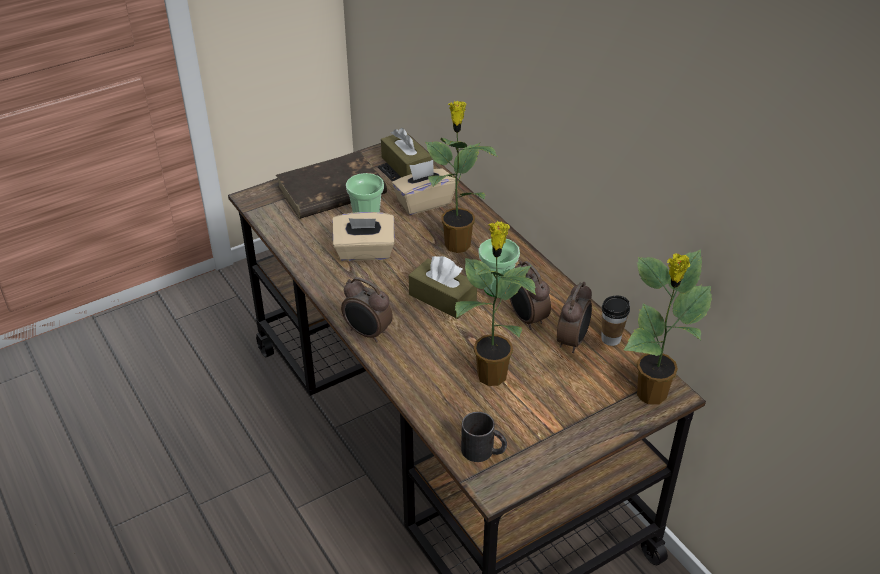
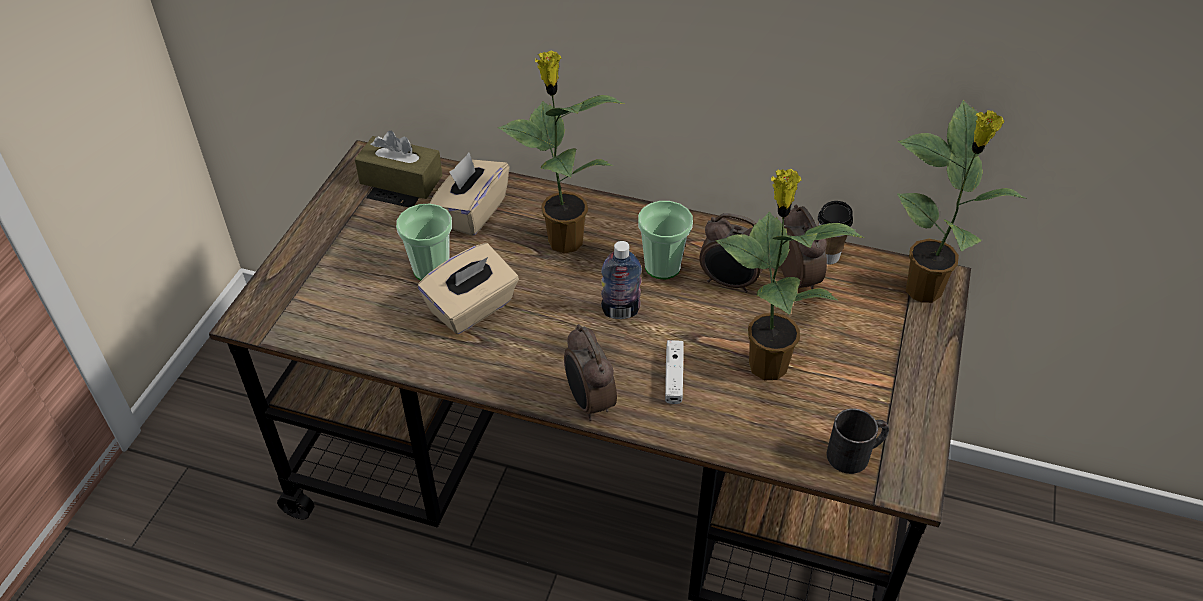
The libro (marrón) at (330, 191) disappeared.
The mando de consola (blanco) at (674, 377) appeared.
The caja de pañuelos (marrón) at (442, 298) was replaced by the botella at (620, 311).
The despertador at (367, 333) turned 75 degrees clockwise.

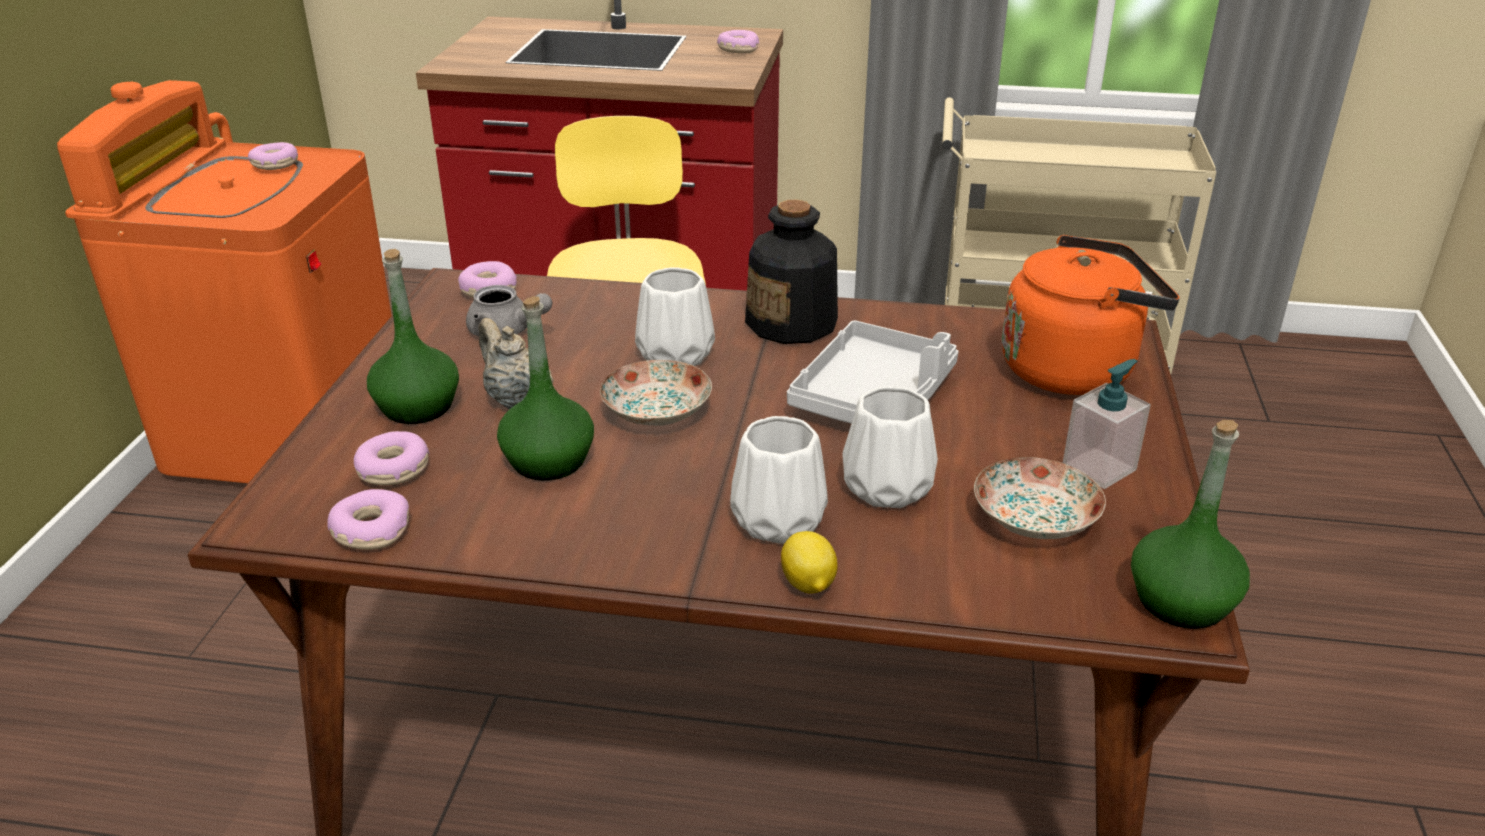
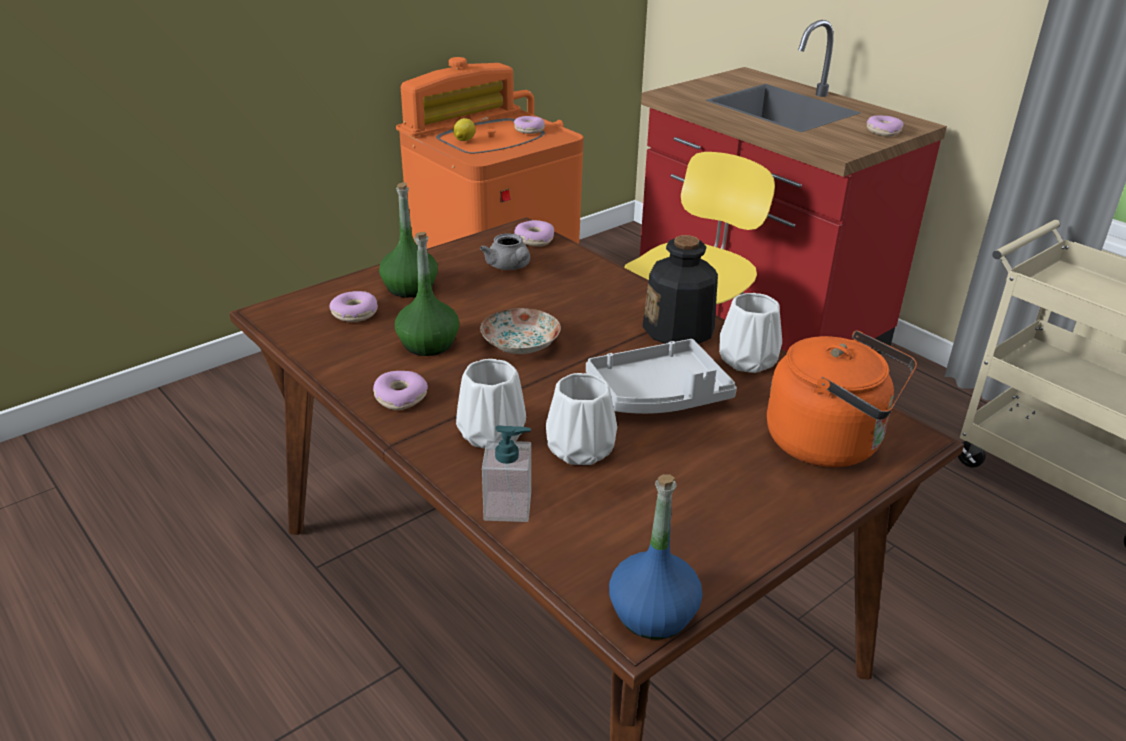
The tetera (beis) at (516, 400) disappeared.
The plato at (1035, 518) disappeared.
The rosquilla moved from (371, 530) to (400, 397).
The florero (blanco) moved from (676, 354) to (749, 360).
The limón moved from (808, 585) to (464, 140).
The dispensador de jabón moved from (1099, 467) to (508, 507).
The botella (verde) at (1181, 602) became the botella (azul) at (652, 614).

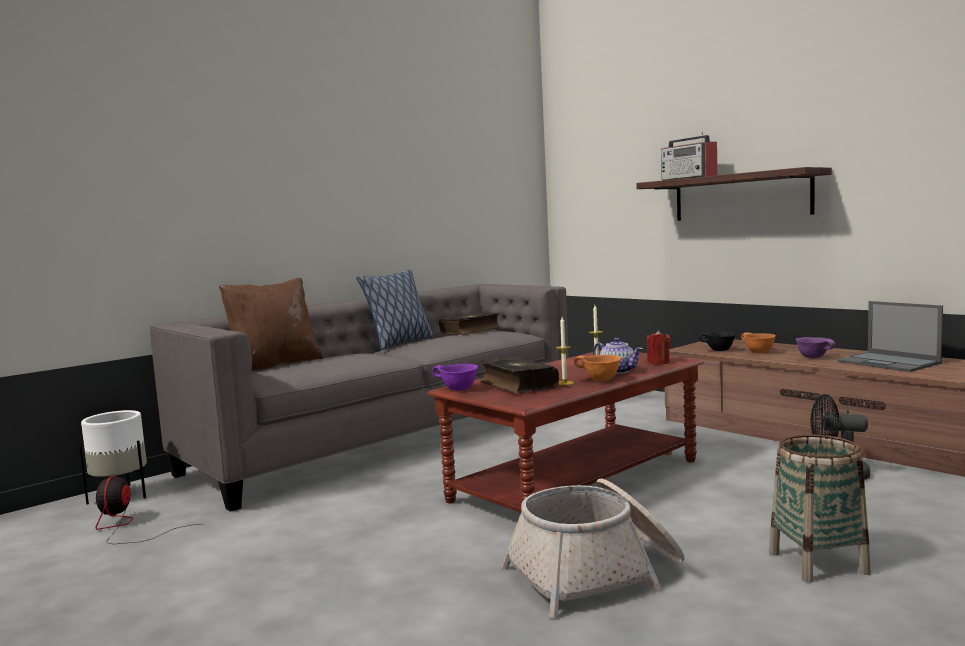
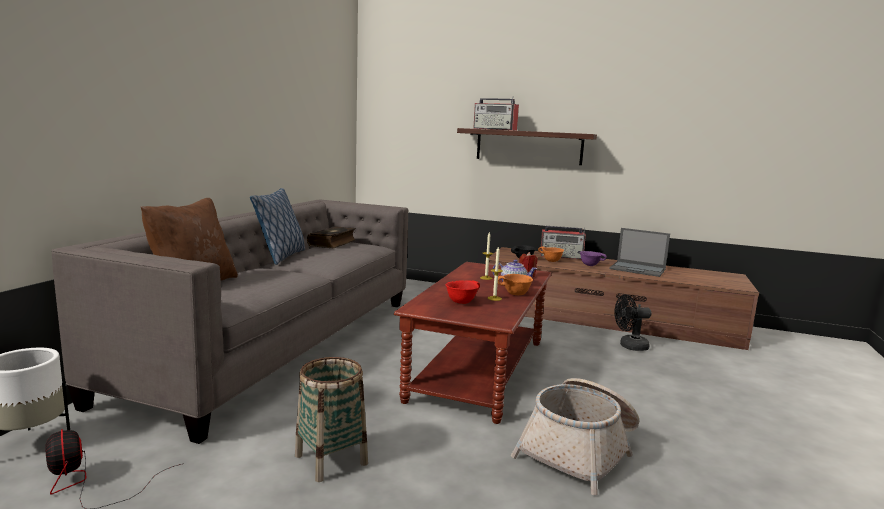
The cuenco (morado) at (457, 390) disappeared.
The radio at (562, 256) appeared.
The cesta moved from (818, 563) to (331, 459).
The libro at (517, 385) was replaced by the cuenco (rojo) at (461, 302).

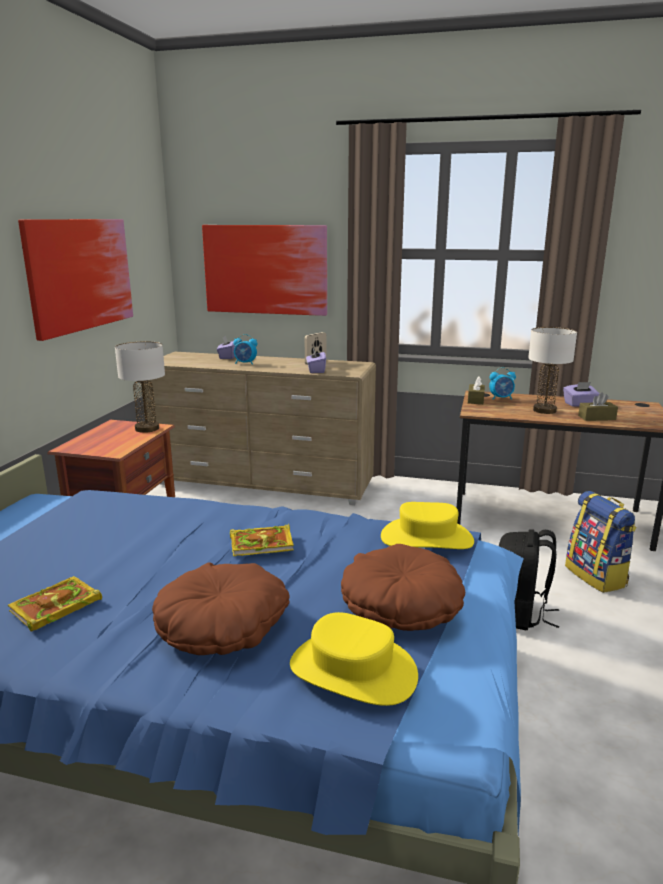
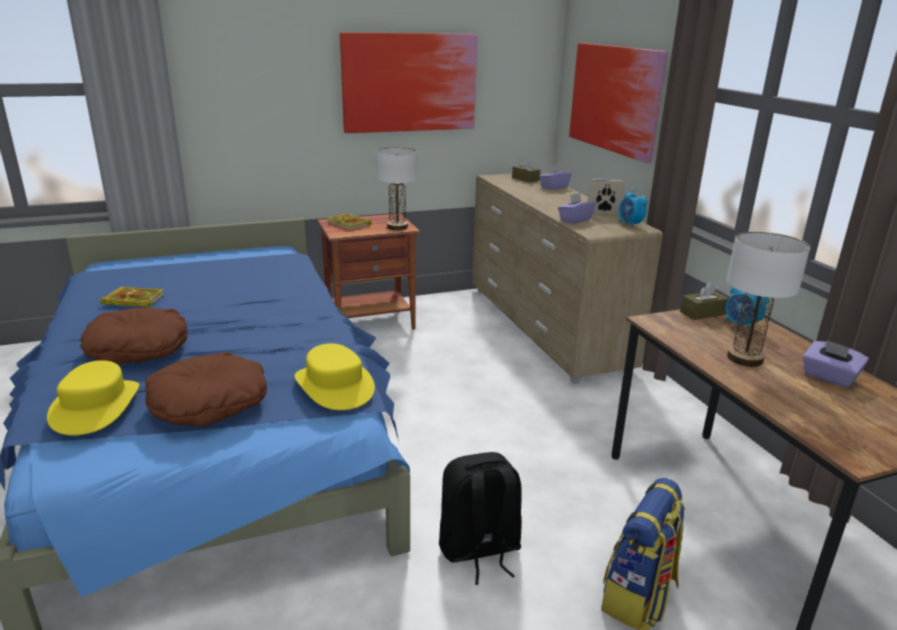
The libro moved from (263, 543) to (350, 224).
The despertador moved from (245, 363) to (630, 224).
The caja de pañuelos (marrón) moved from (596, 418) to (525, 179).

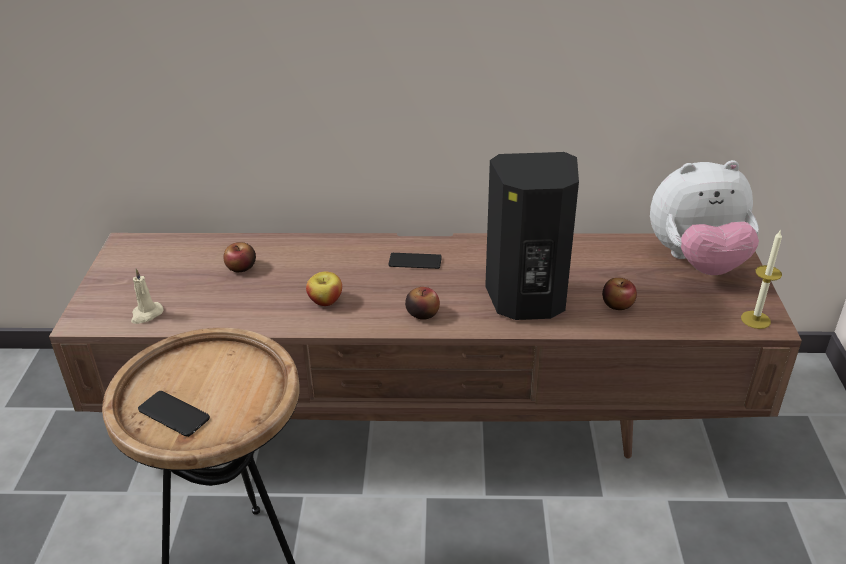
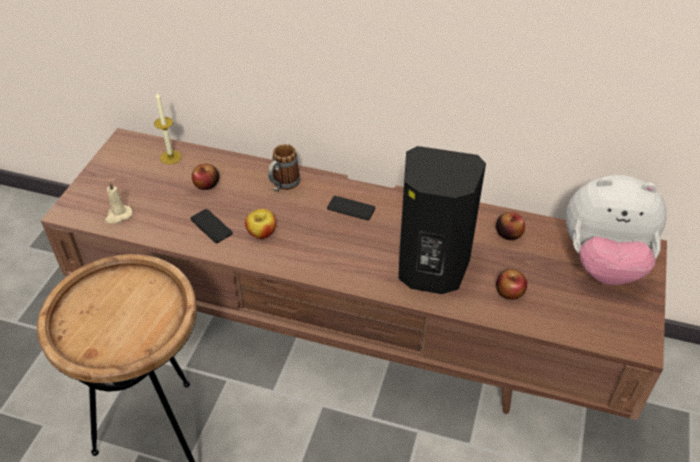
The taza grande at (283, 185) appeared.
The móvil moved from (174, 414) to (211, 226).
The manzana moved from (422, 313) to (508, 233).
The vela moved from (755, 320) to (171, 157).

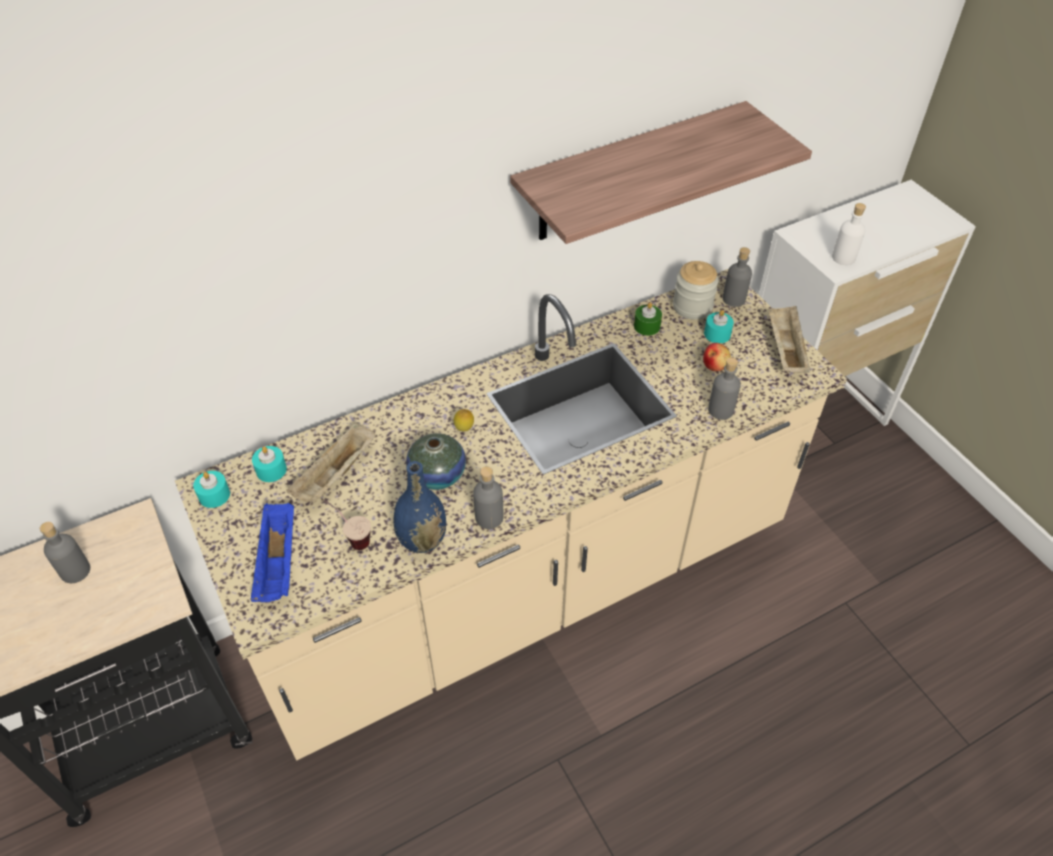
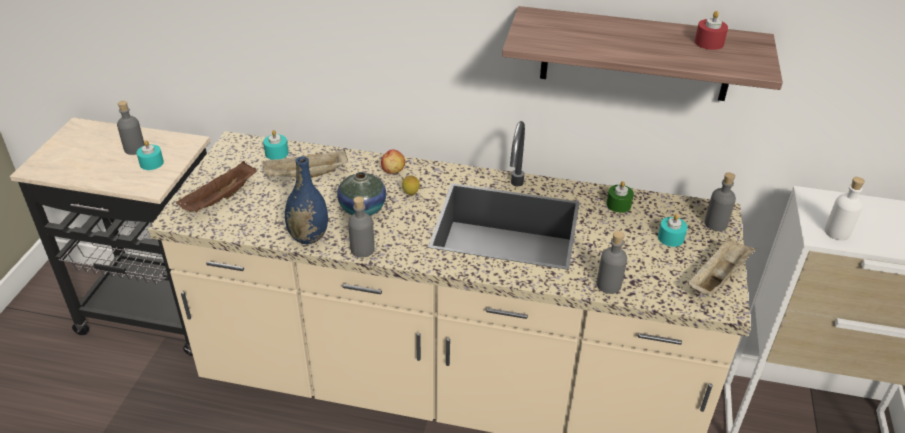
The taza at (351, 537) disappeared.
The tarro at (692, 306) disappeared.
The vela (rojo) at (709, 43) appeared.
The vela (turquesa) moved from (214, 495) to (151, 163).
The manzana moved from (715, 365) to (393, 170).
The bandeja (azul) at (278, 563) became the bandeja (marrón) at (220, 200).

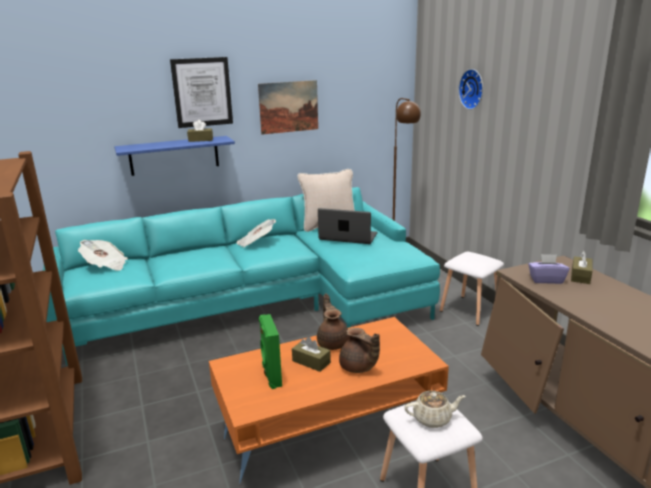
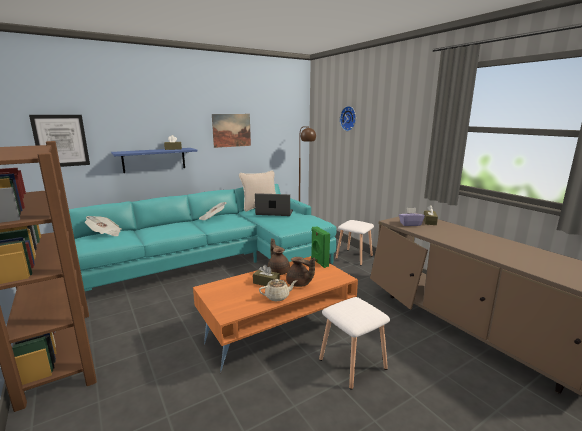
The cuadro moved from (202, 92) to (61, 141).
The altavoz (verde) moved from (271, 376) to (319, 262).
The tetera (beis) moved from (433, 418) to (277, 297).

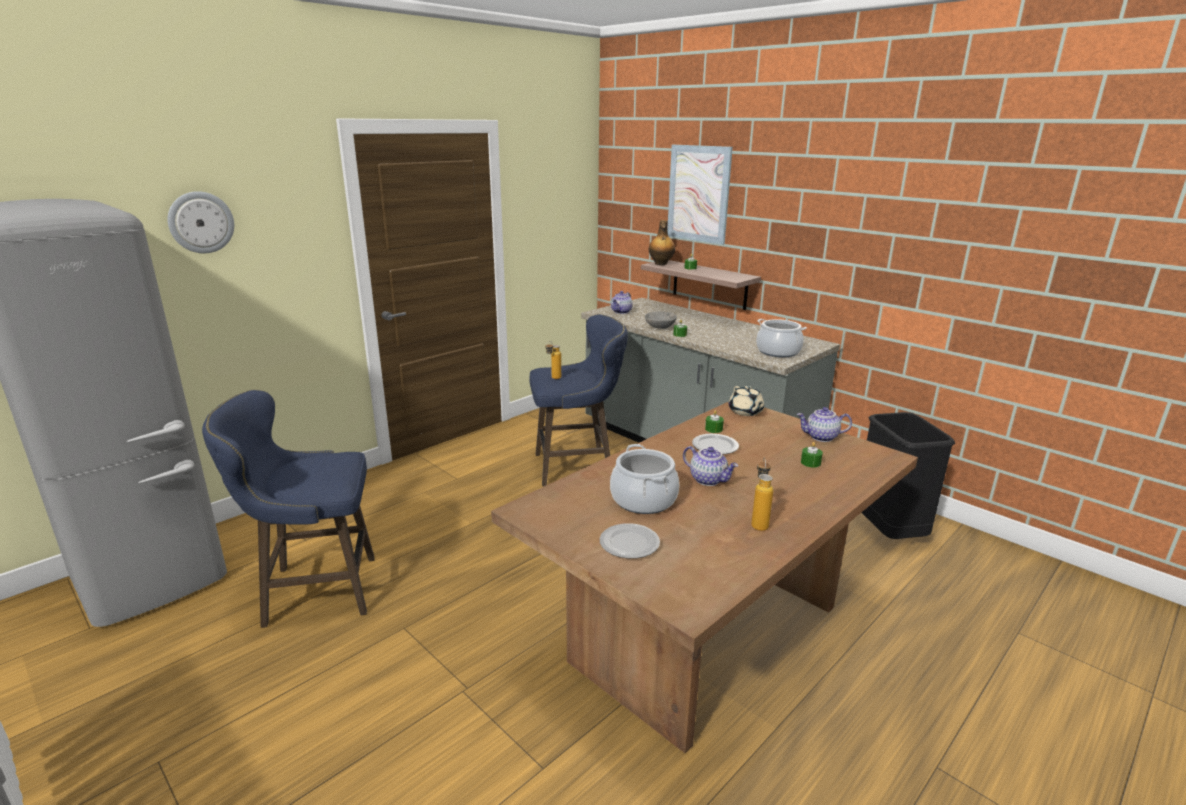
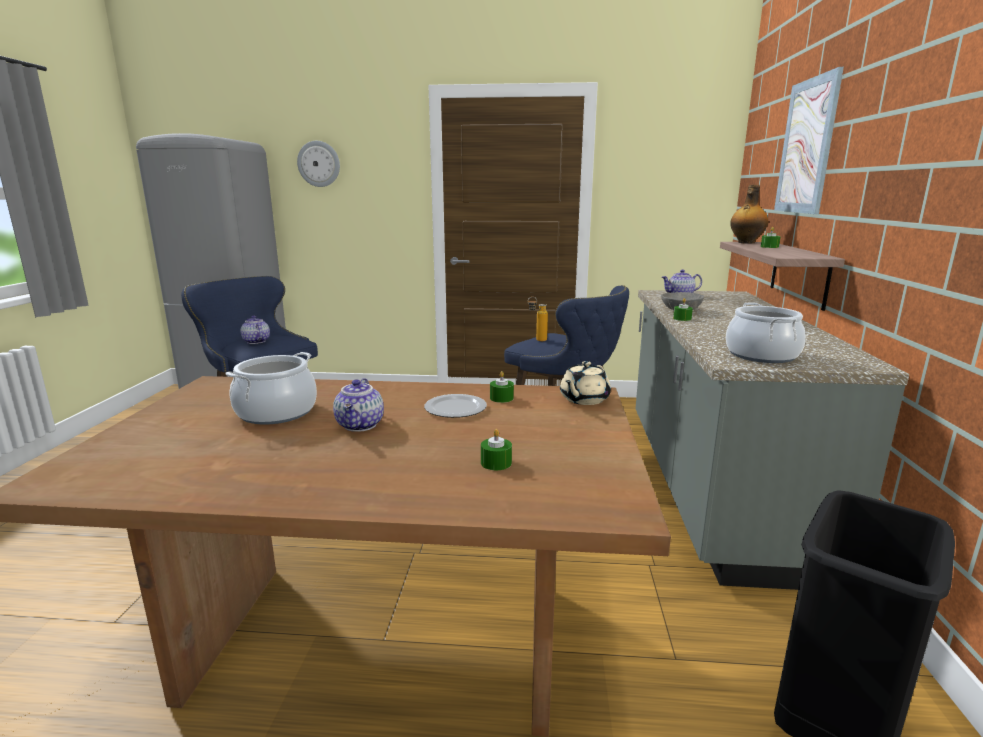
The plato at (629, 543) disappeared.
The botella at (758, 523) disappeared.
The tetera moved from (821, 437) to (255, 341).

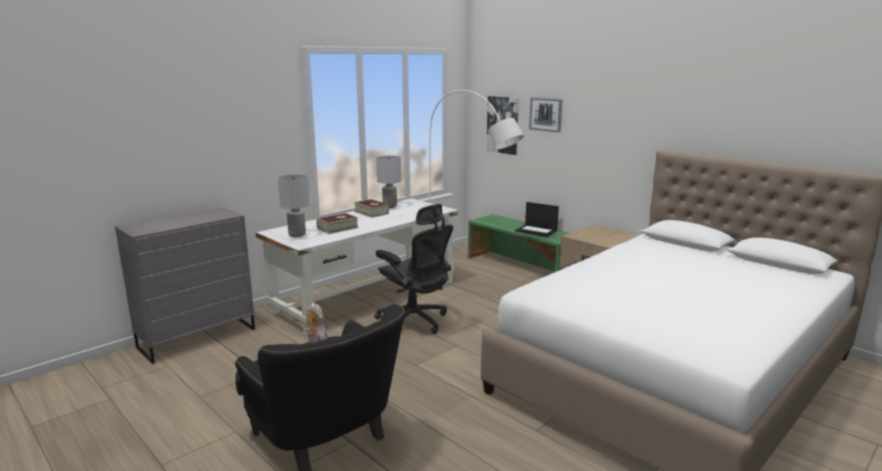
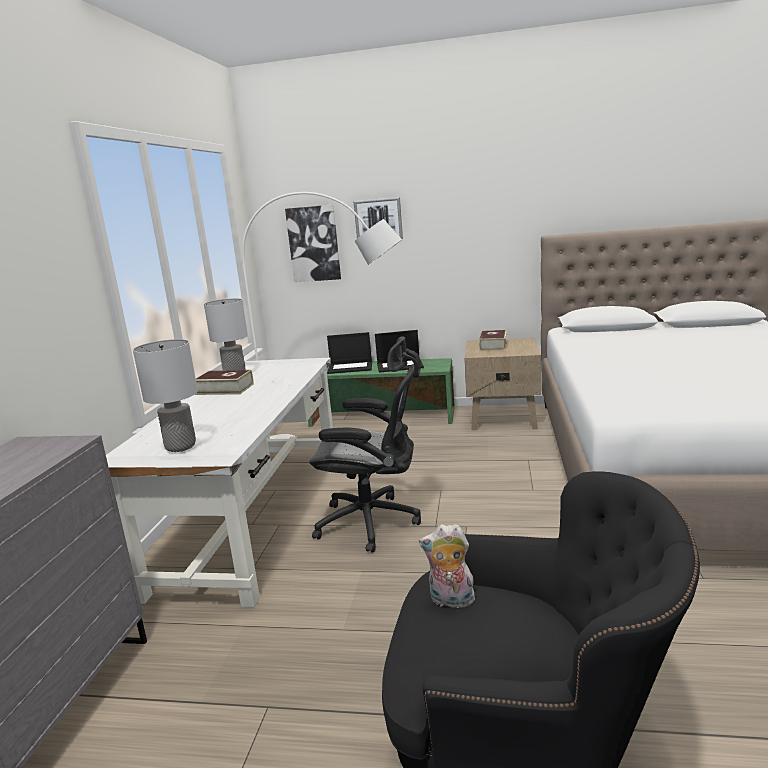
The portátil at (351, 367) appeared.
The libro moved from (337, 228) to (493, 345).

